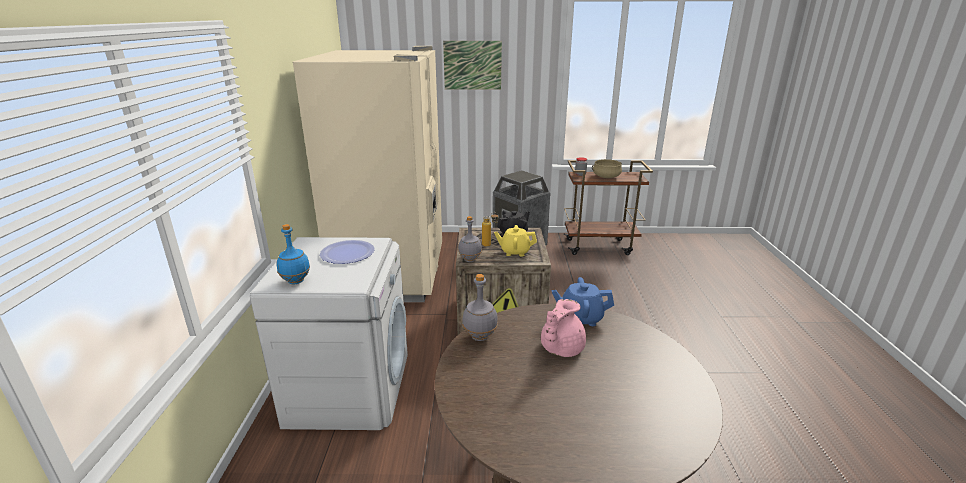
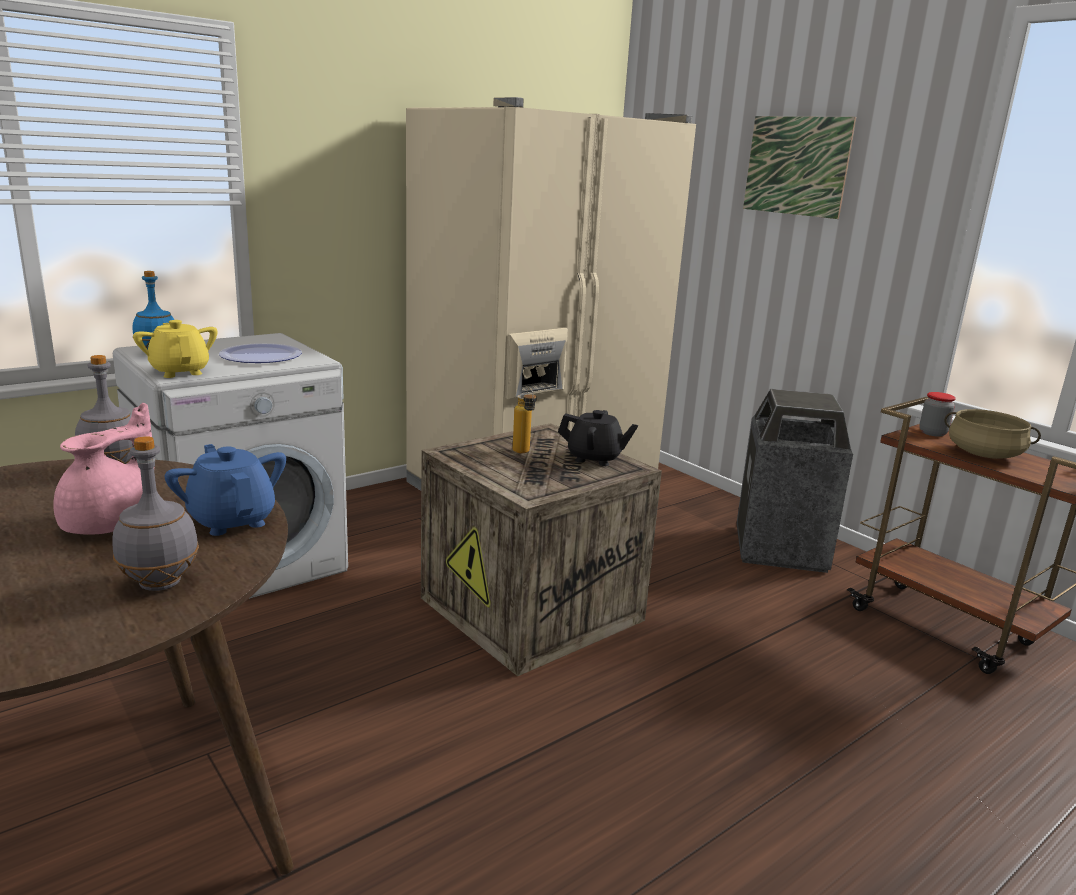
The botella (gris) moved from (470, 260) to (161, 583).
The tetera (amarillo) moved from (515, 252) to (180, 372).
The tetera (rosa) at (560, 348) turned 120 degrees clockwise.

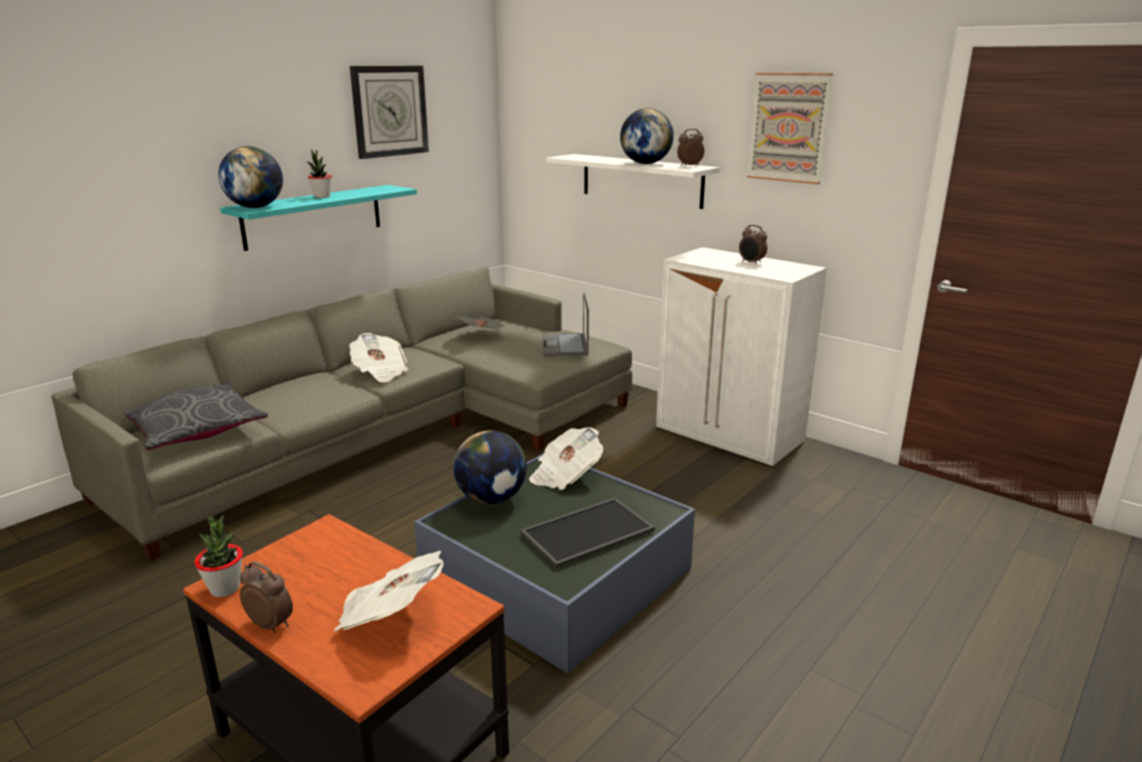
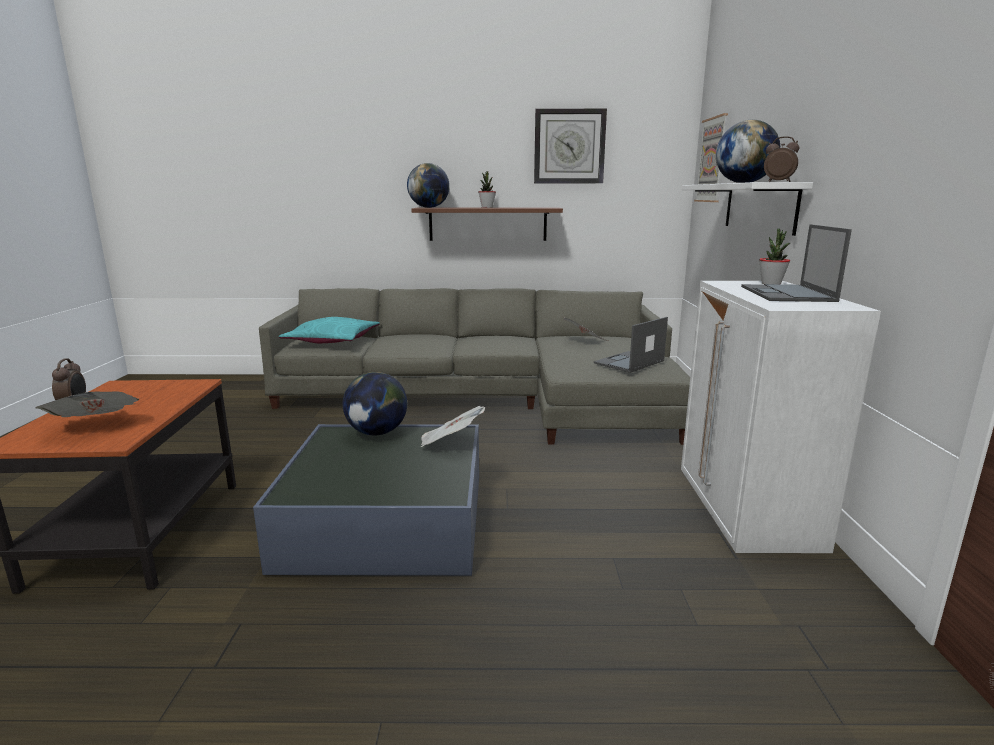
The periódico at (380, 372) disappeared.
The bandeja at (587, 533) disappeared.
The planta en maceta moved from (225, 589) to (771, 284).
The cuadro moved from (788, 127) to (712, 160).
The despertador at (751, 263) was replaced by the portátil at (787, 294).
The cojín (gris) at (195, 429) became the cojín (turquesa) at (332, 341).
The estante (turquesa) at (313, 216) became the estante (marrón) at (487, 224).

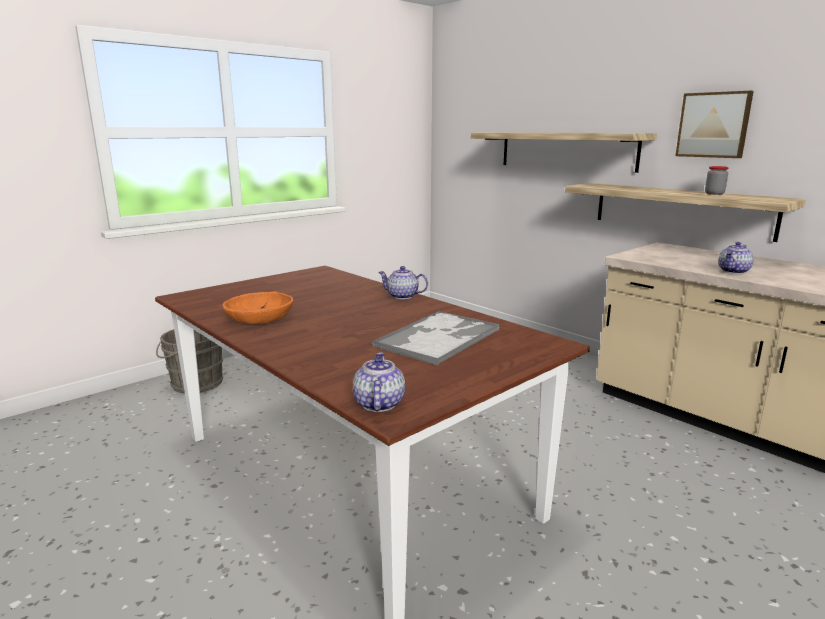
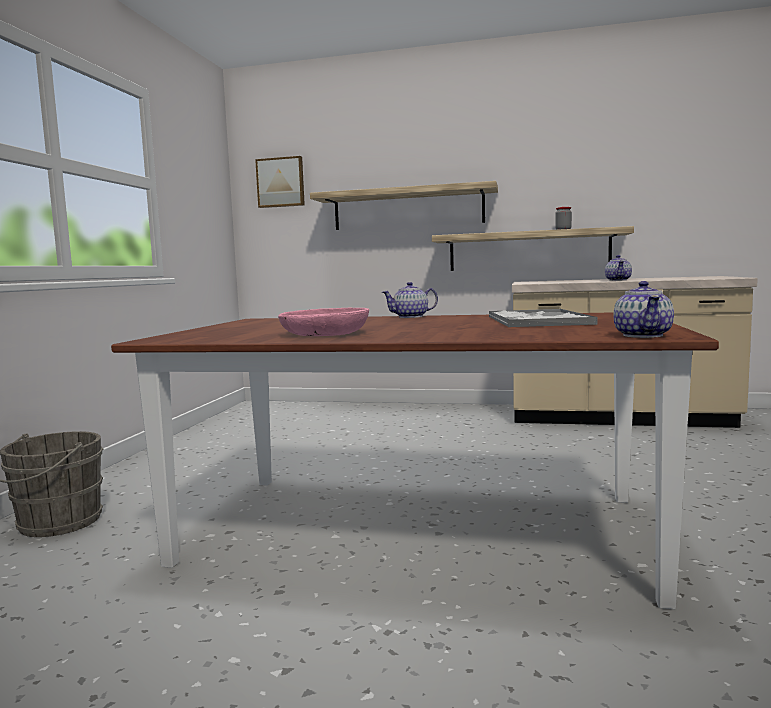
The cuadro moved from (714, 125) to (281, 182).
The cuenco (naranja) at (259, 317) became the cuenco (rosa) at (324, 334).
The tetera at (378, 404) turned 135 degrees counterclockwise.

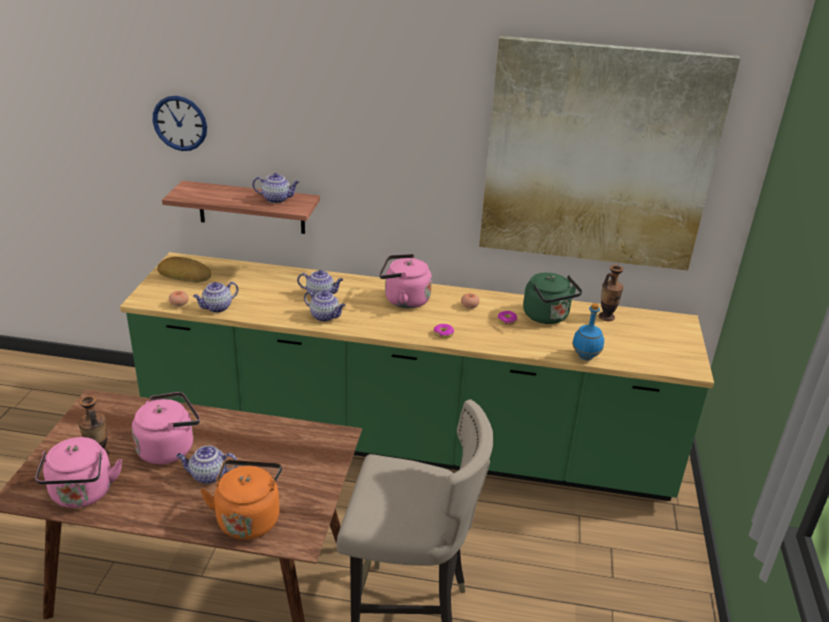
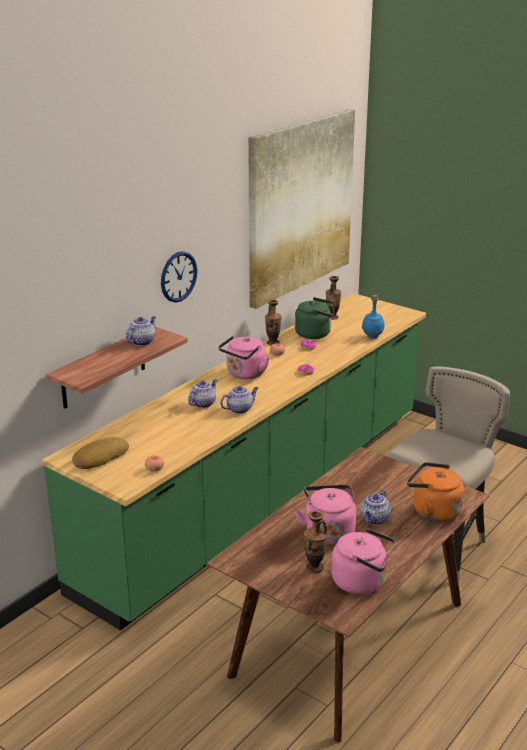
The tetera at (217, 308) disappeared.
The florero at (273, 343) appeared.
The reloj de pared moved from (180, 123) to (178, 276).

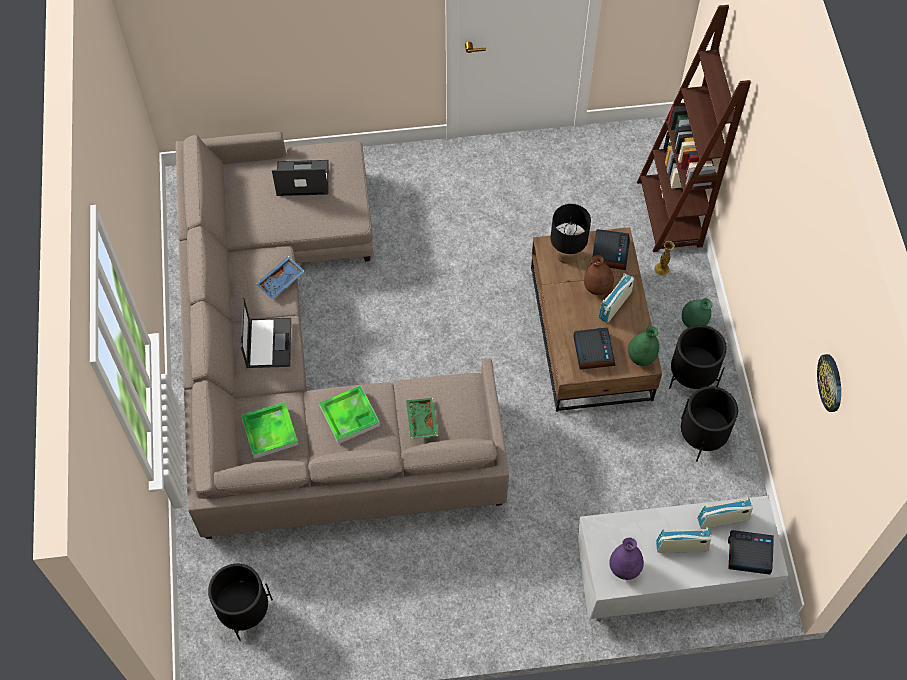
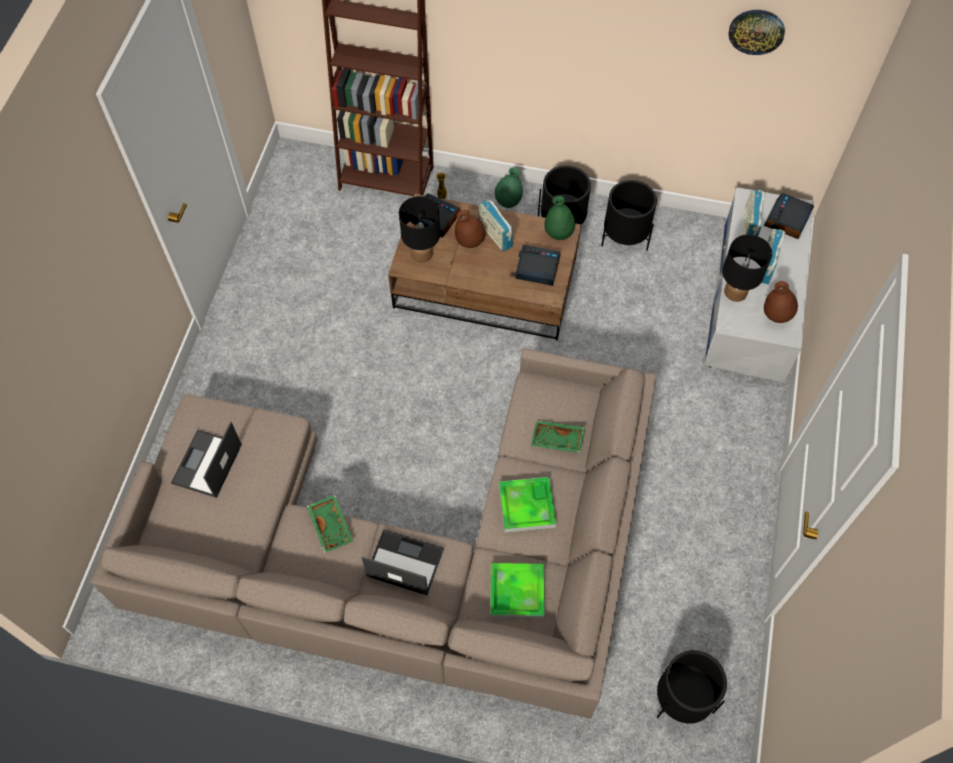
The lámpara de mesa (negro) at (735, 292) appeared.
The bandeja (azul) at (281, 281) became the bandeja (verde) at (331, 526).
The florero (morado) at (624, 568) became the florero (marrón) at (776, 315).

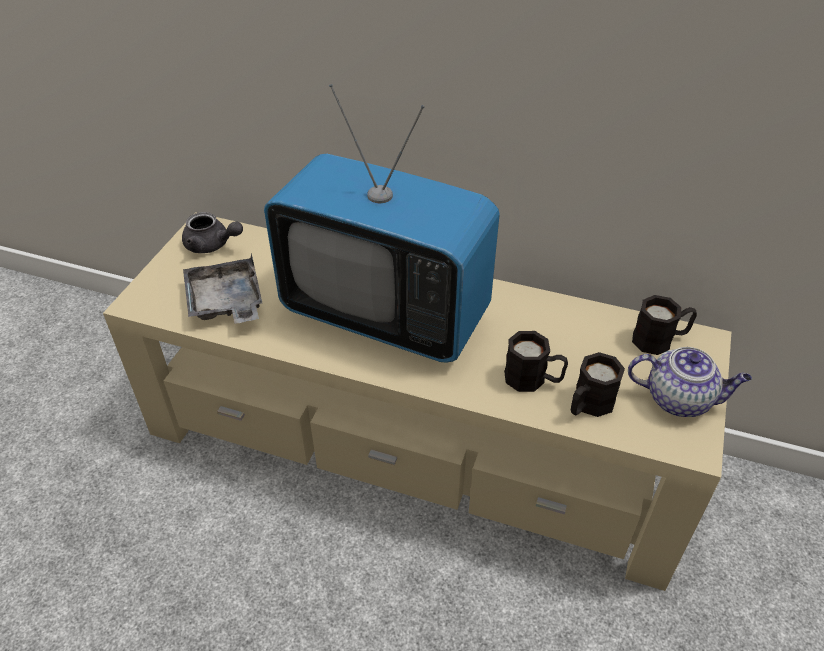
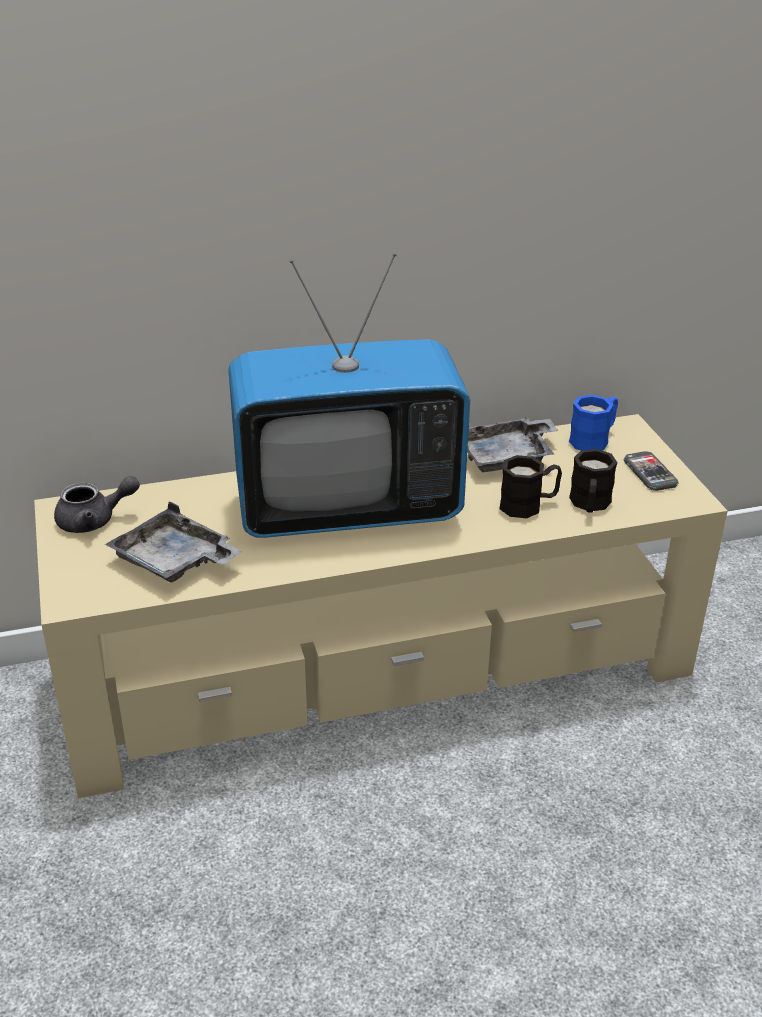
The bandeja (gris) at (506, 457) appeared.
The tetera at (680, 399) was replaced by the móvil at (650, 473).
The taza grande (negro) at (660, 340) became the taza grande (azul) at (594, 439).

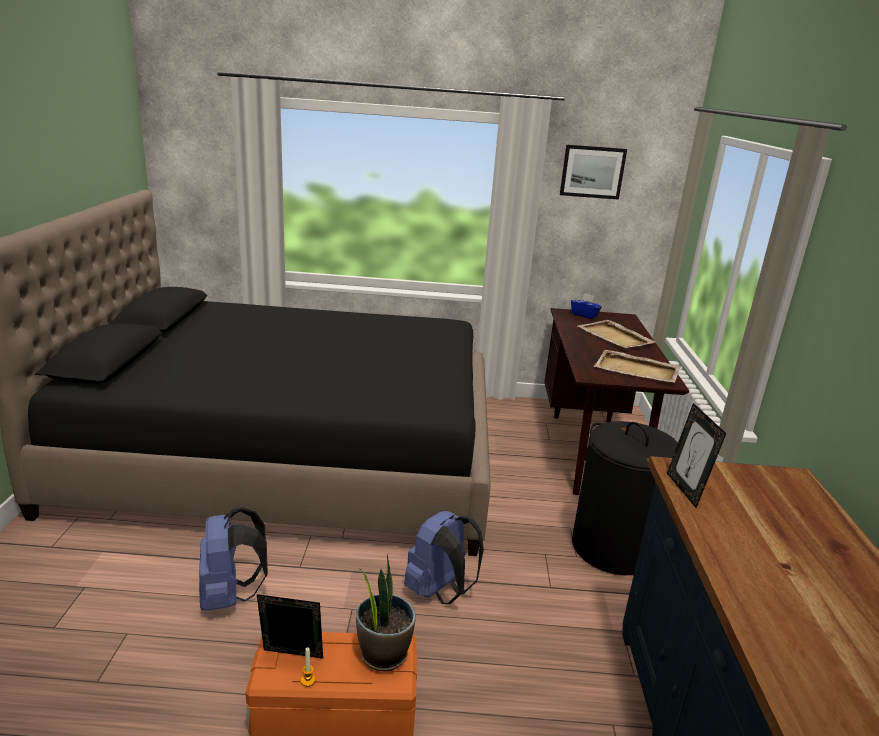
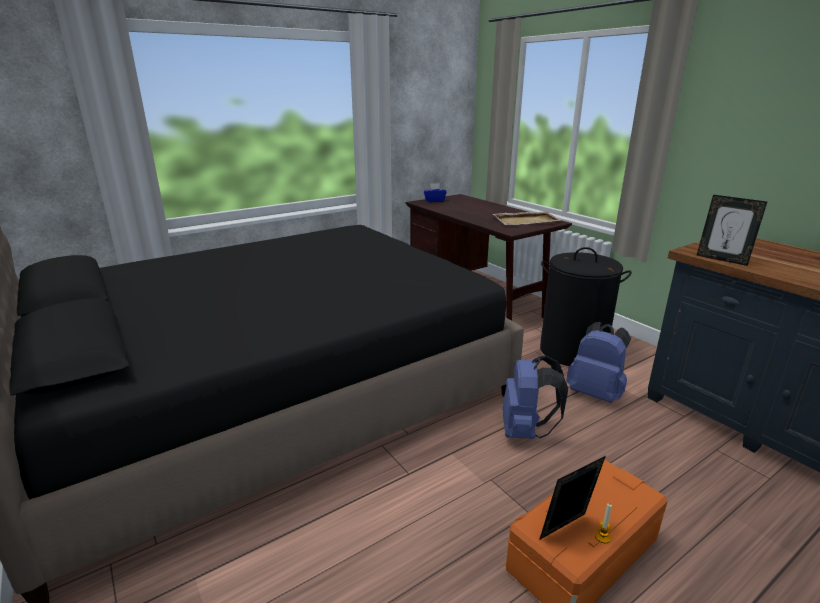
The planta en maceta at (383, 653) disappeared.
The cuadro at (592, 172) disappeared.
The bandeja (beis) at (615, 337) disappeared.
The mochila (azul) moved from (230, 595) to (595, 393).

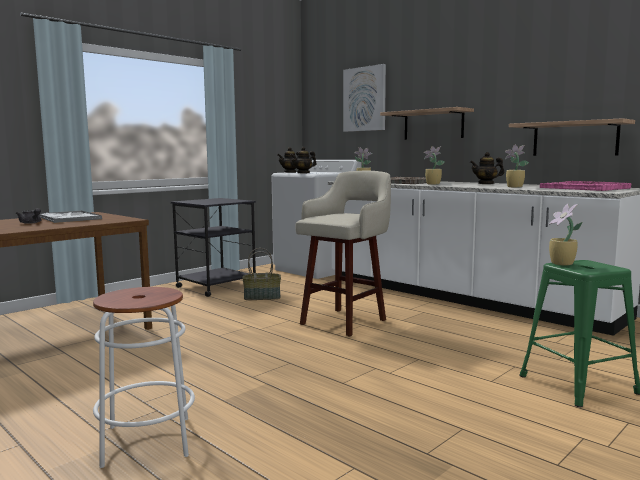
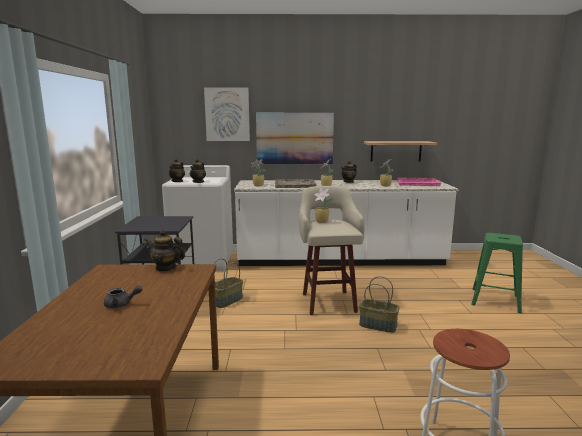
The bandeja at (68, 218) disappeared.
The tetera at (165, 268) appeared.
The cesta at (378, 325) appeared.
The planta en maceta moved from (562, 264) to (322, 221).
The estante at (433, 125) was replaced by the cuadro at (294, 138).

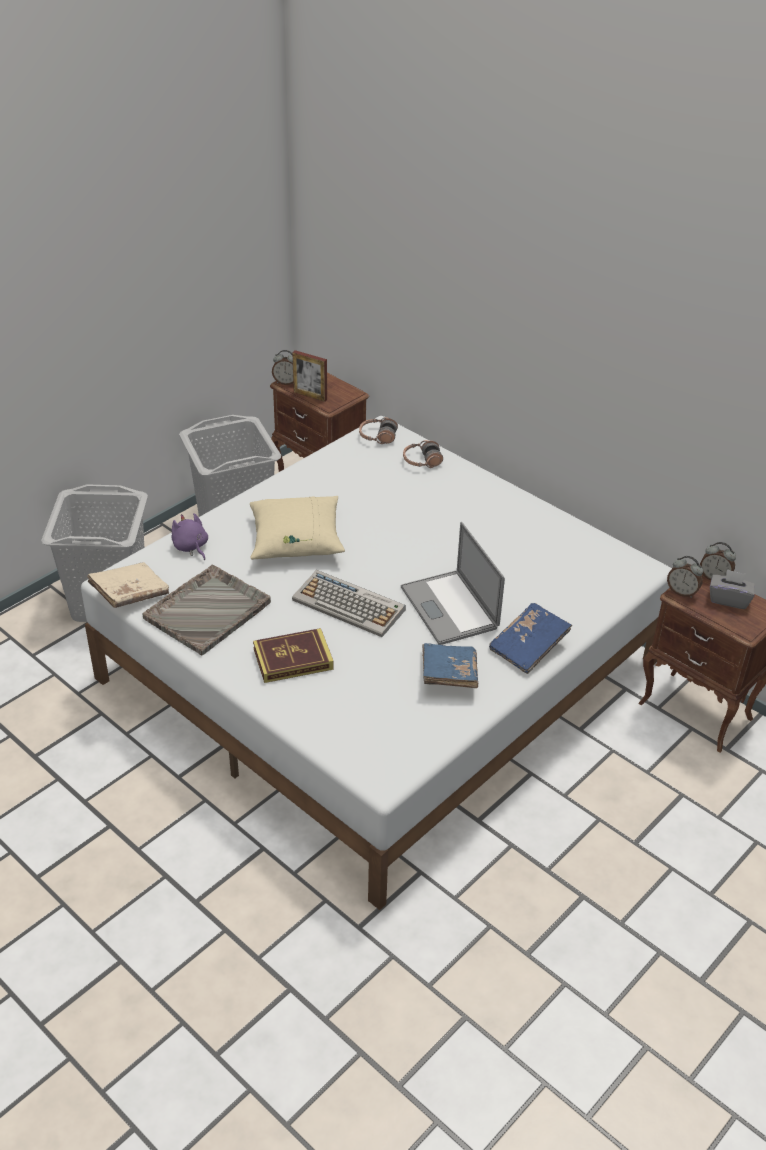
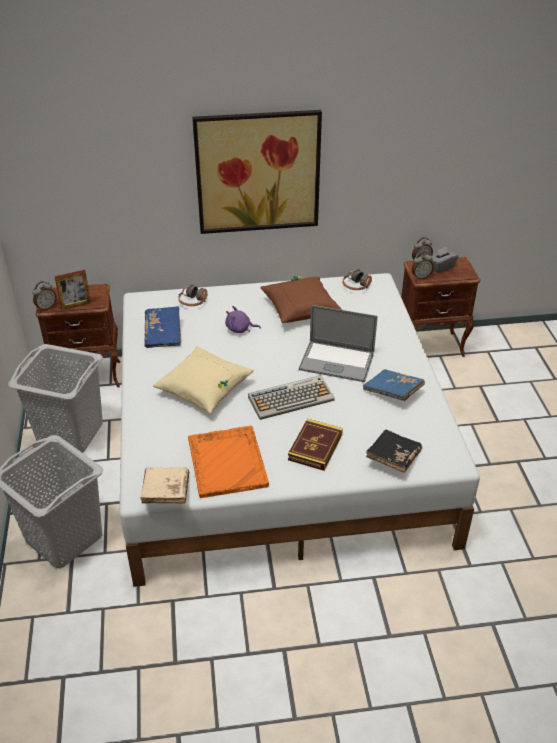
The cuadro at (258, 172) appeared.
The cojín (marrón) at (301, 309) appeared.
The libro (negro) at (393, 457) appeared.
The peluche (morado) moved from (191, 547) to (240, 329).
The auriculares moved from (377, 437) to (356, 286).
The libro (azul) moved from (529, 647) to (163, 334).
The bandeja (gris) at (208, 610) became the bandeja (naranja) at (227, 462).

